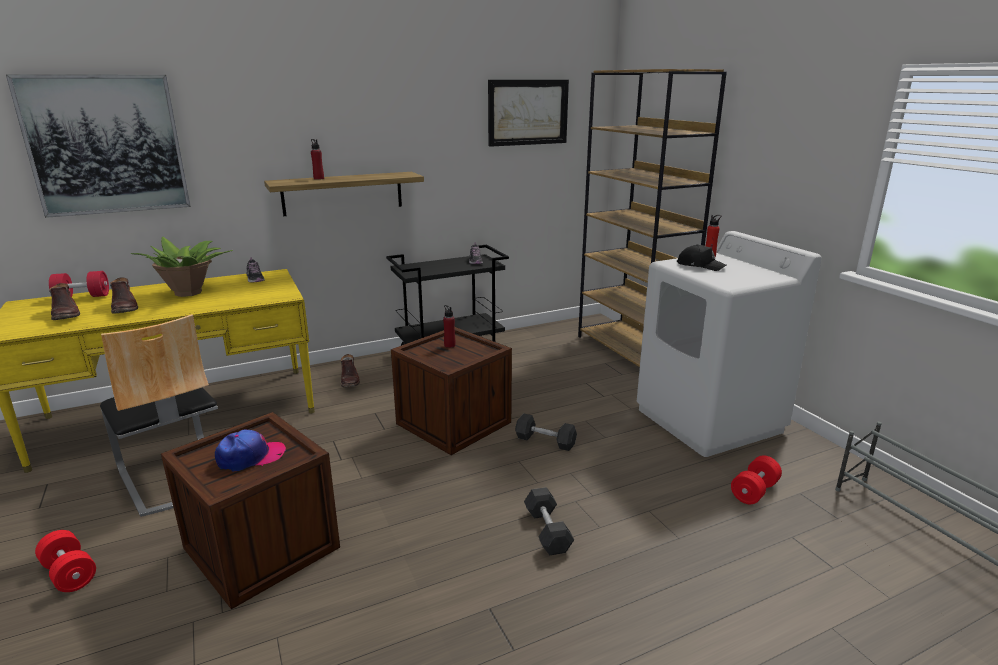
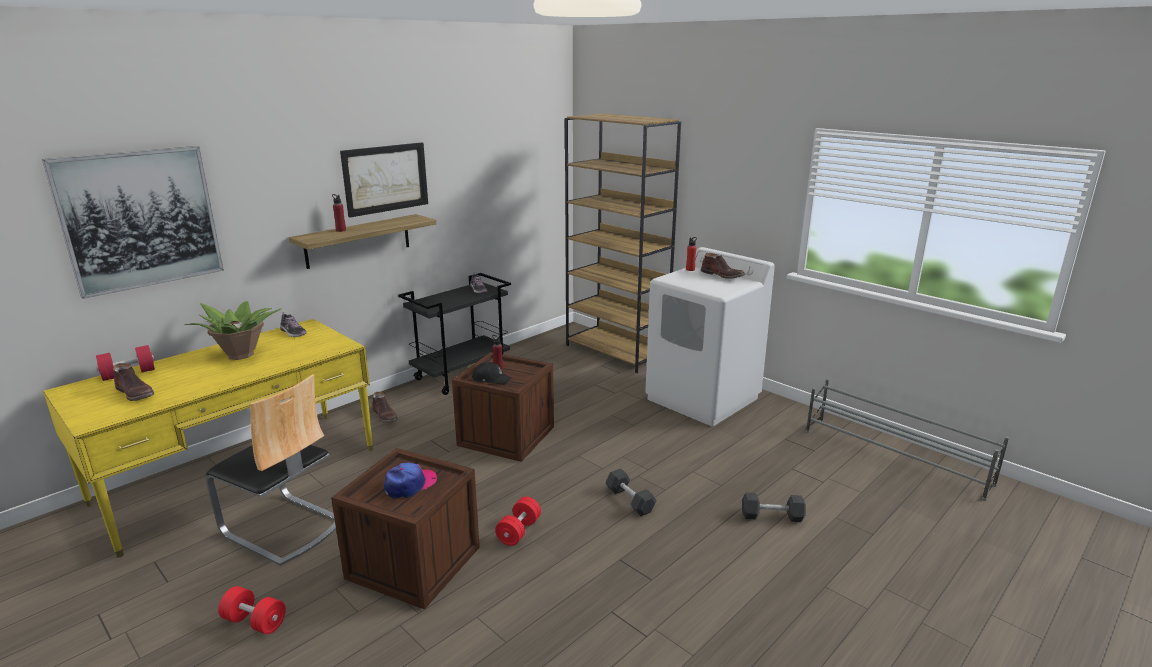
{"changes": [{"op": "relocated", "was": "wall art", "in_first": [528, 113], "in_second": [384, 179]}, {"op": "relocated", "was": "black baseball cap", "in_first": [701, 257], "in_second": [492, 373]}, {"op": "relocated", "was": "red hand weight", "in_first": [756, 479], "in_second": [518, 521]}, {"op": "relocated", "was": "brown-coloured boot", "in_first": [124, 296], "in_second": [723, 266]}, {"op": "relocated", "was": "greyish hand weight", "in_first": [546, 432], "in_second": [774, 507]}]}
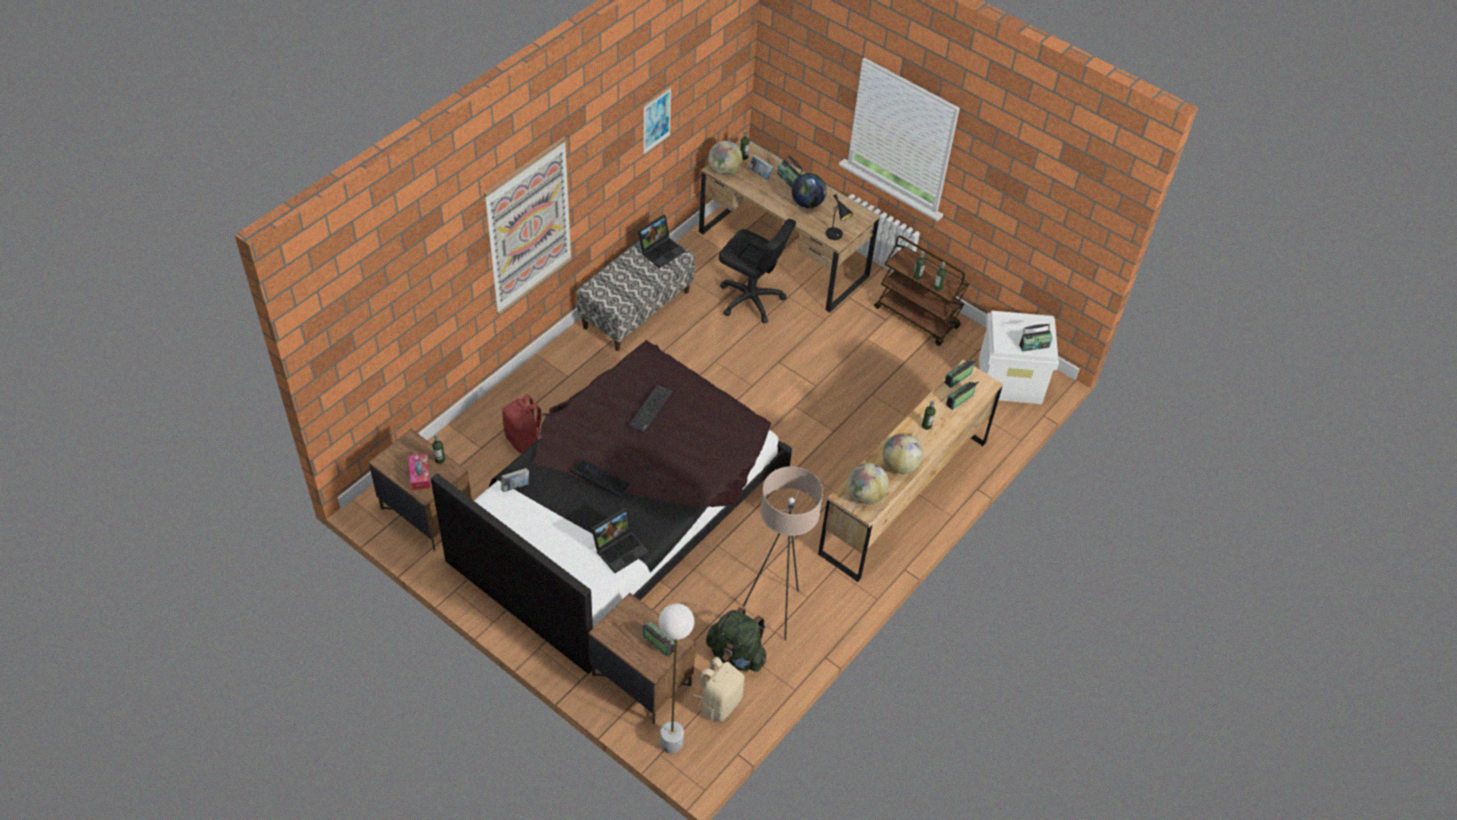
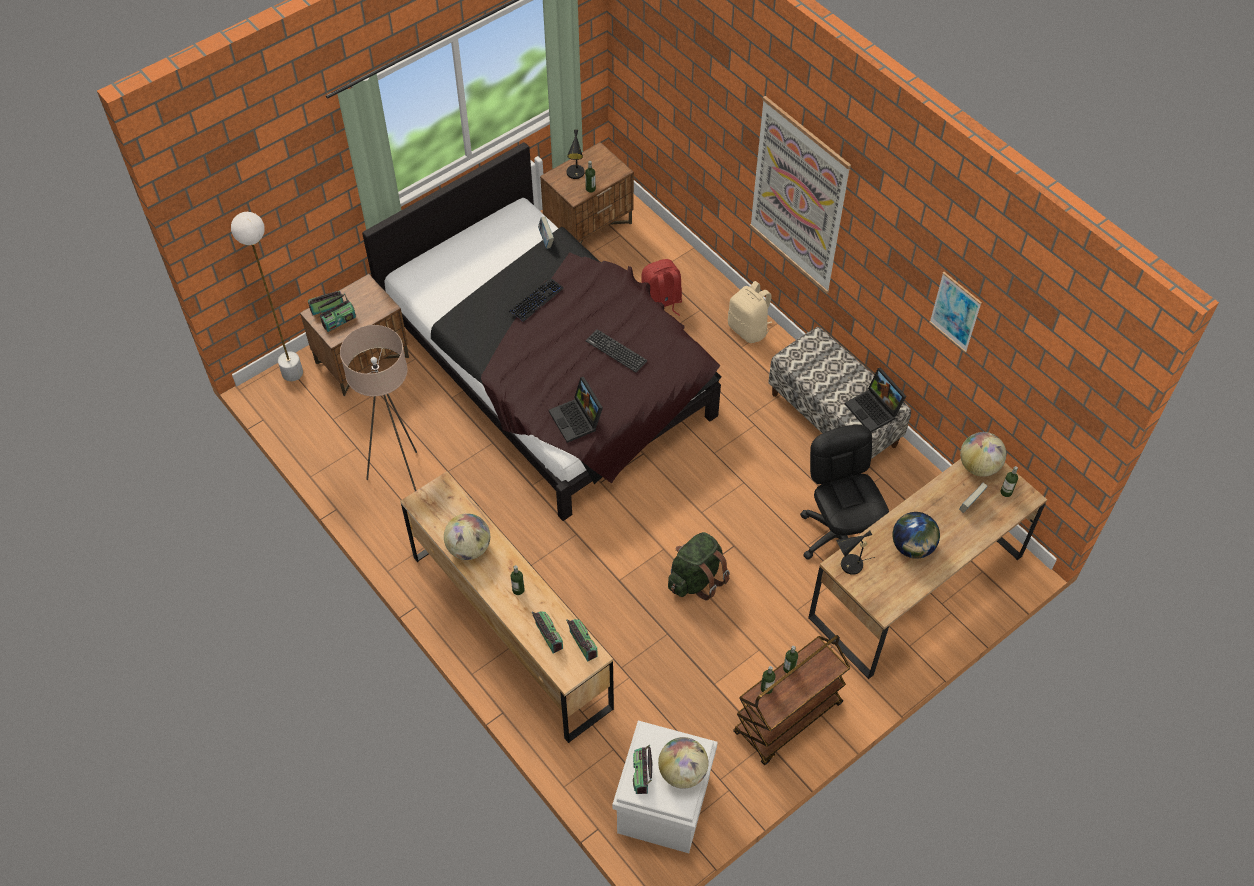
{"changes": [{"op": "relocated", "was": "radio set", "in_first": [790, 171], "in_second": [325, 303]}, {"op": "relocated", "was": "laptop", "in_first": [620, 540], "in_second": [576, 410]}, {"op": "exchanged", "was": "tissue box", "now": "black lamp for a table", "in_first": [419, 471], "in_second": [575, 154]}, {"op": "relocated", "was": "world globe", "in_first": [868, 483], "in_second": [683, 763]}, {"op": "relocated", "was": "green backpack", "in_first": [736, 639], "in_second": [699, 566]}, {"op": "relocated", "was": "beige backpack", "in_first": [718, 689], "in_second": [750, 312]}, {"op": "spun", "was": "black office chair", "in_first": [757, 271], "in_second": [844, 492], "clockwise": 120}]}
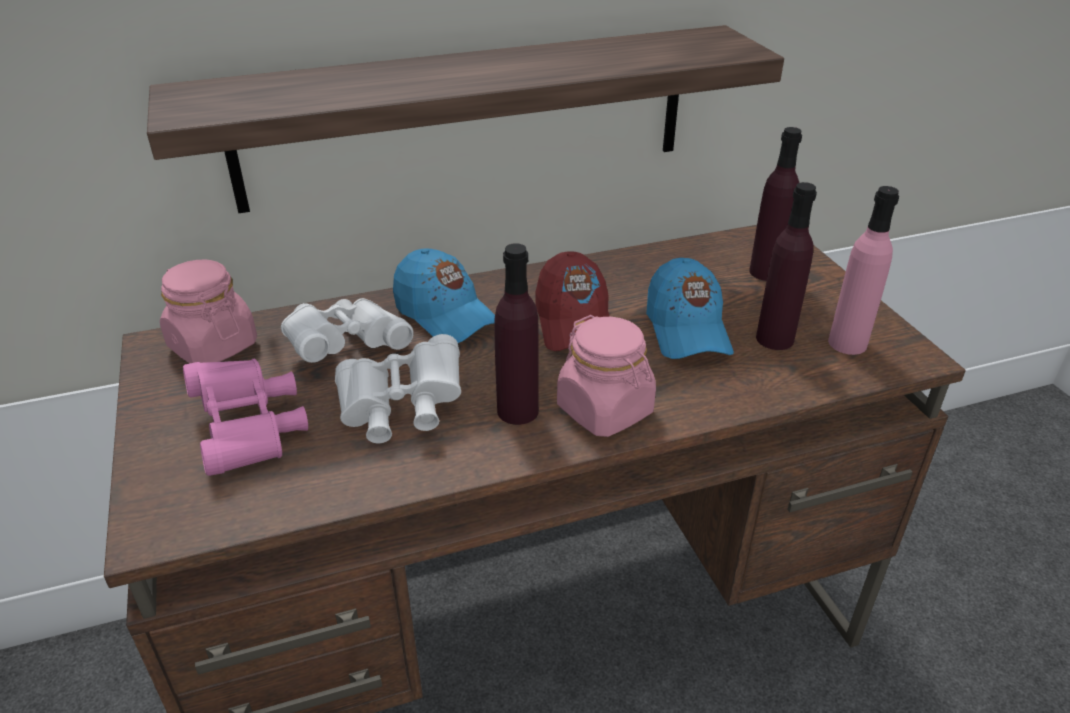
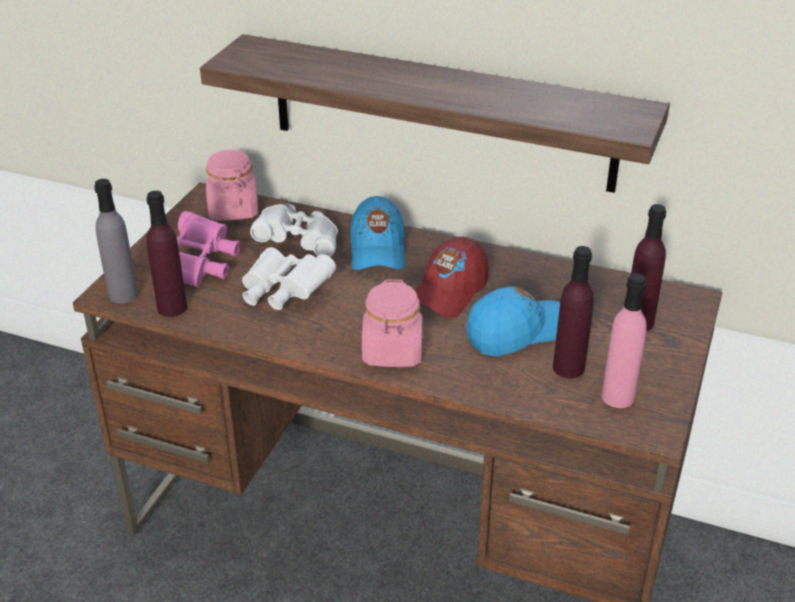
{"changes": [{"op": "appeared", "now": "greyish drink bottle", "in_second": [116, 241]}, {"op": "relocated", "was": "purplish drink bottle", "in_first": [516, 334], "in_second": [167, 254]}, {"op": "spun", "was": "blue baseball cap", "in_first": [690, 308], "in_second": [513, 321], "clockwise": -150}]}
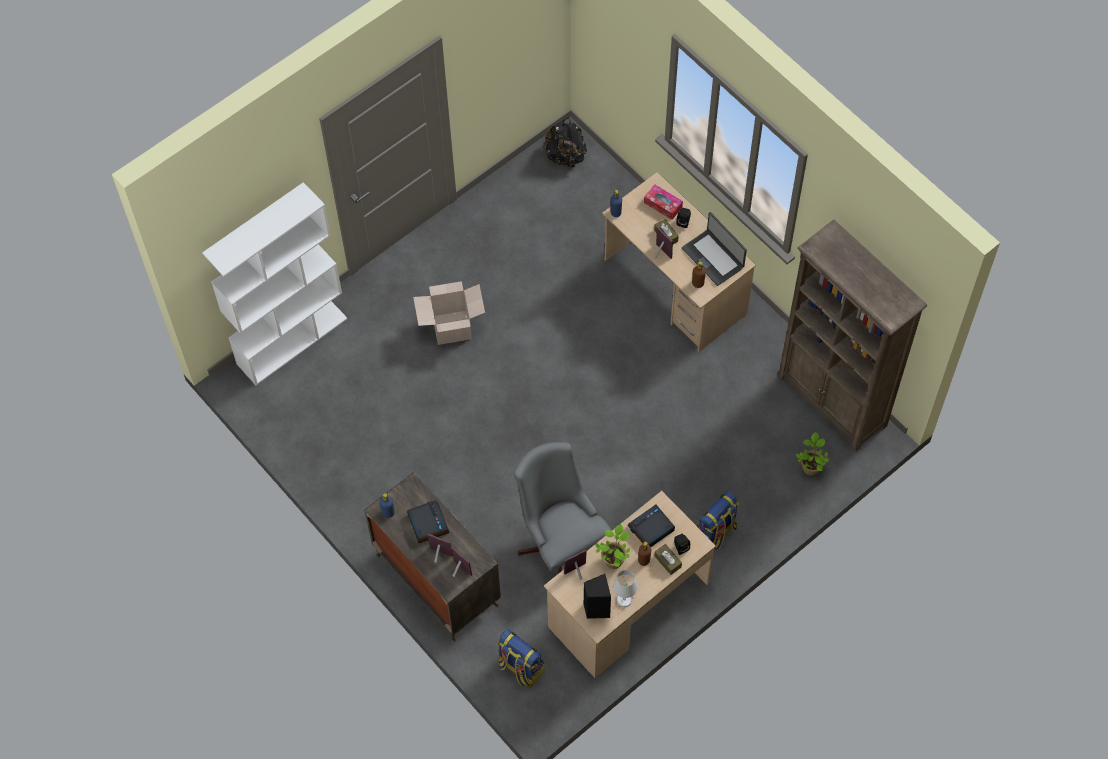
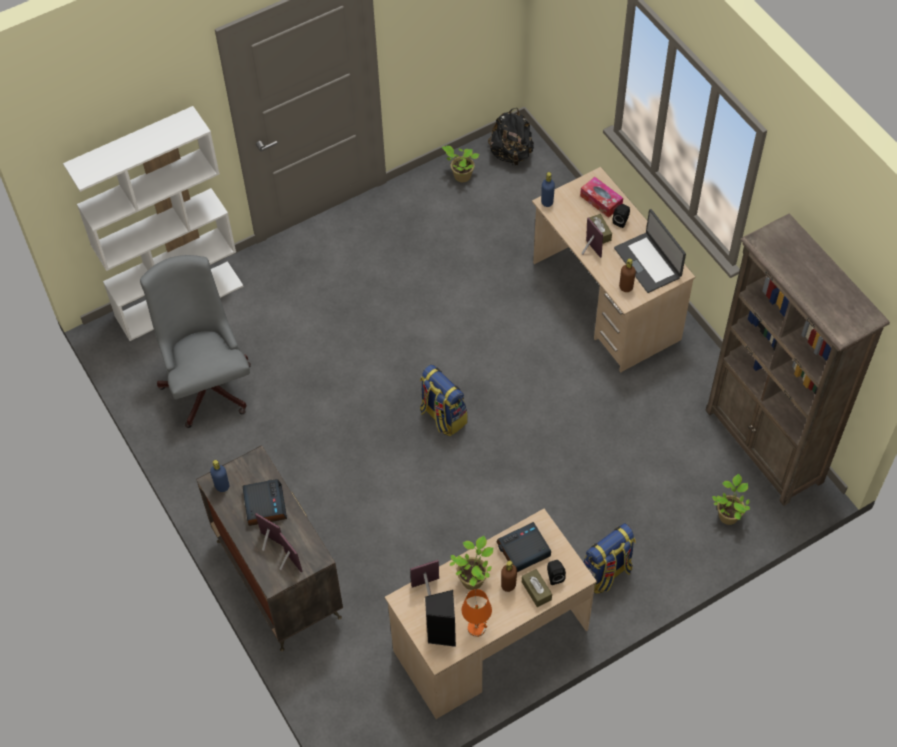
{"changes": [{"op": "relocated", "was": "greyish office chair", "in_first": [563, 508], "in_second": [195, 341]}, {"op": "relocated", "was": "backpack", "in_first": [521, 658], "in_second": [443, 400]}, {"op": "appeared", "now": "plant in a pot", "in_second": [460, 164]}, {"op": "colour", "was": "white lamp for a table", "now": "orange-coloured lamp for a table", "in_first": [625, 588], "in_second": [477, 613]}, {"op": "missing", "was": "carton", "in_first": [449, 313]}]}
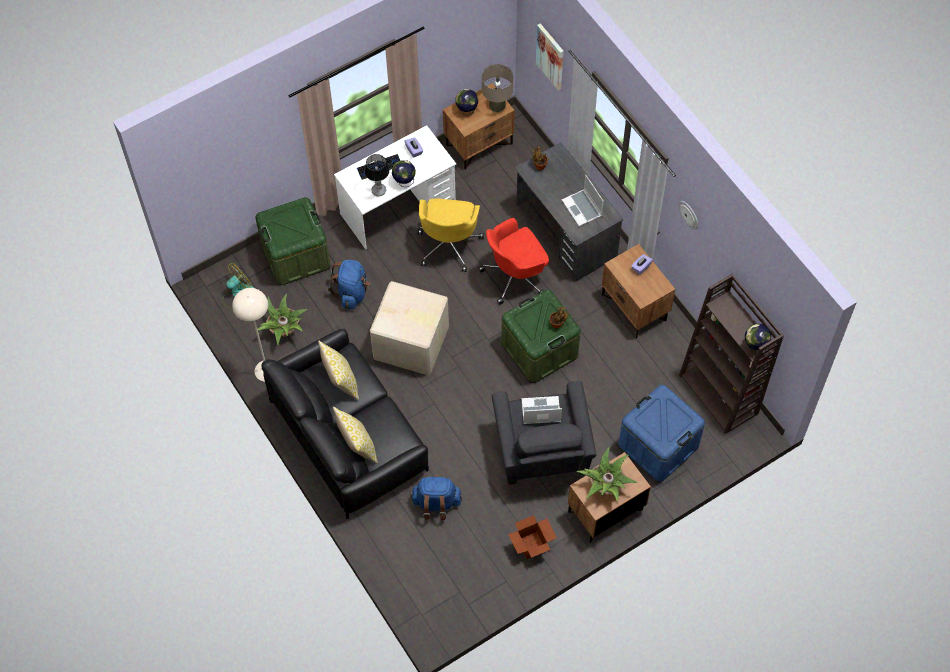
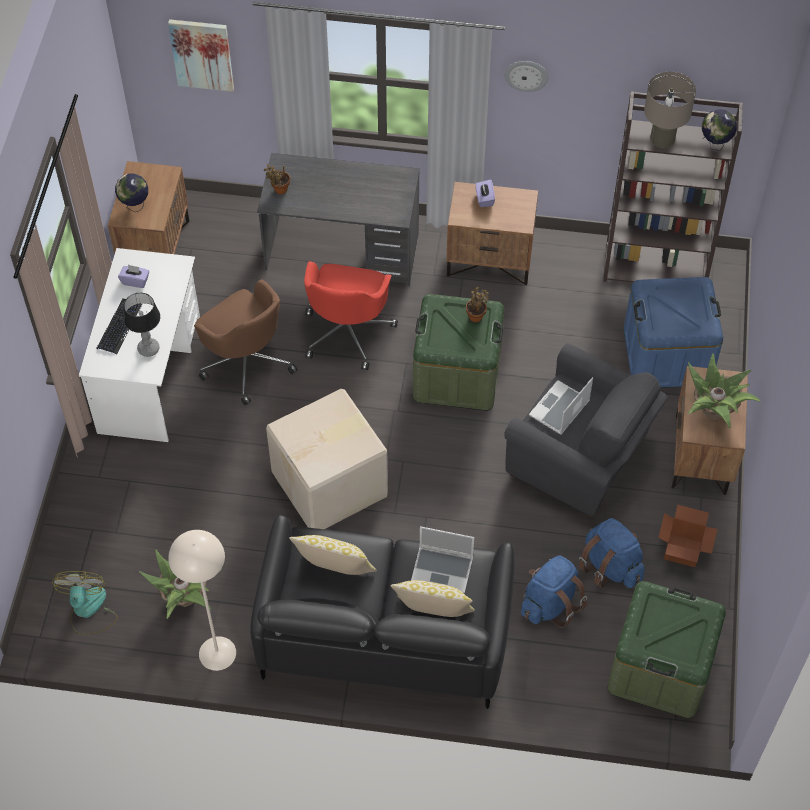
{"changes": [{"op": "colour", "was": "yellowish office chair", "now": "brown-coloured office chair", "in_first": [450, 235], "in_second": [246, 342]}, {"op": "relocated", "was": "laptop", "in_first": [583, 200], "in_second": [442, 559]}, {"op": "relocated", "was": "blue backpack", "in_first": [349, 284], "in_second": [612, 553]}, {"op": "relocated", "was": "green storage bin", "in_first": [293, 241], "in_second": [667, 649]}, {"op": "relocated", "was": "beige lamp for a table", "in_first": [497, 88], "in_second": [670, 110]}, {"op": "missing", "was": "world globe", "in_first": [404, 173]}]}
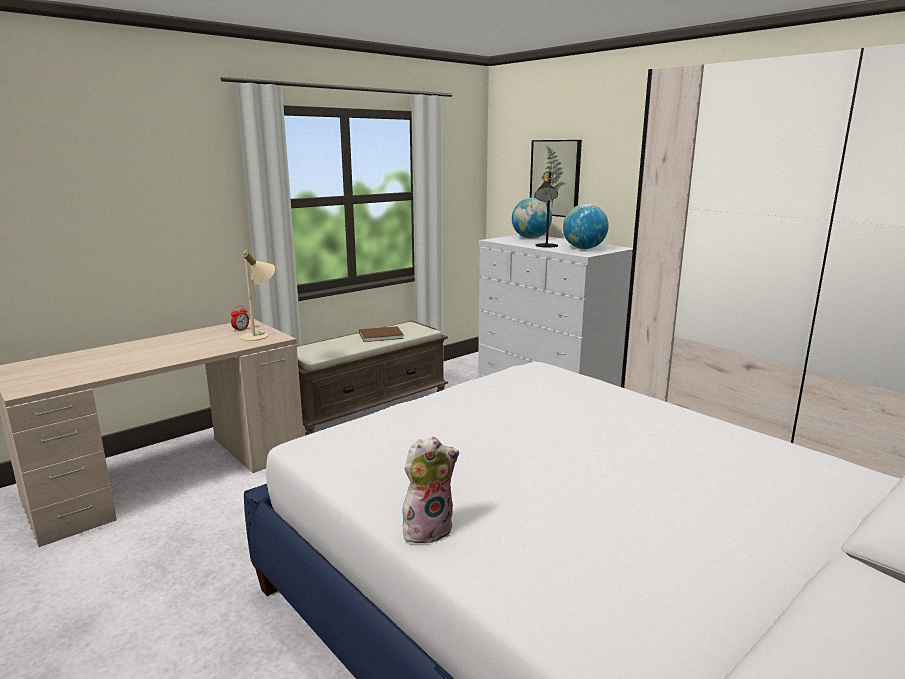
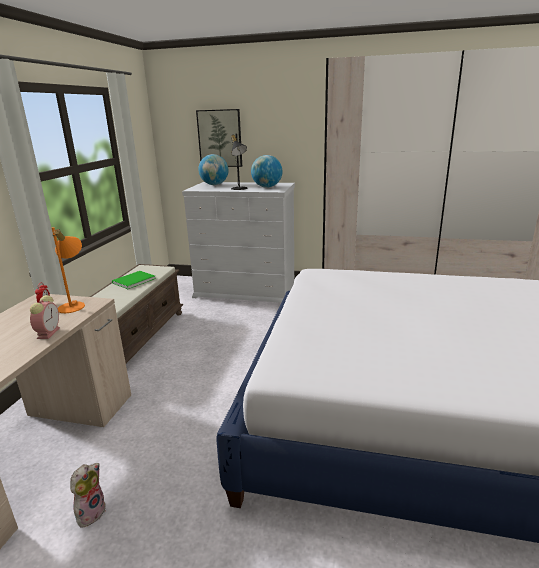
{"changes": [{"op": "appeared", "now": "bedside clock", "in_second": [45, 317]}, {"op": "colour", "was": "beige lamp for a table", "now": "orange-coloured lamp for a table", "in_first": [257, 295], "in_second": [68, 270]}, {"op": "relocated", "was": "cuddly toy", "in_first": [430, 490], "in_second": [88, 495]}, {"op": "colour", "was": "brown-coloured volume", "now": "green volume", "in_first": [381, 334], "in_second": [134, 280]}]}
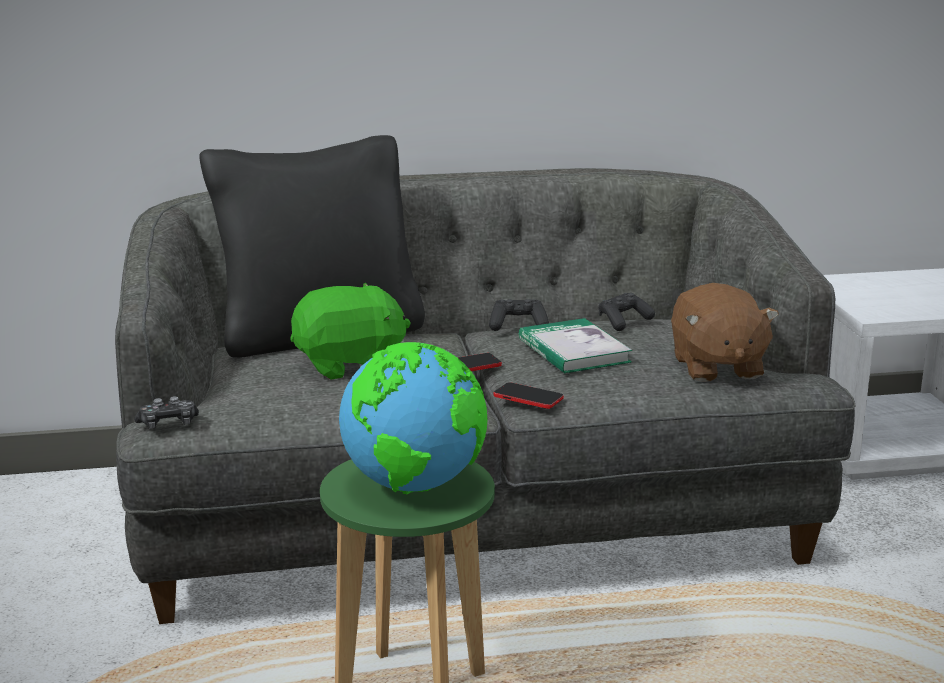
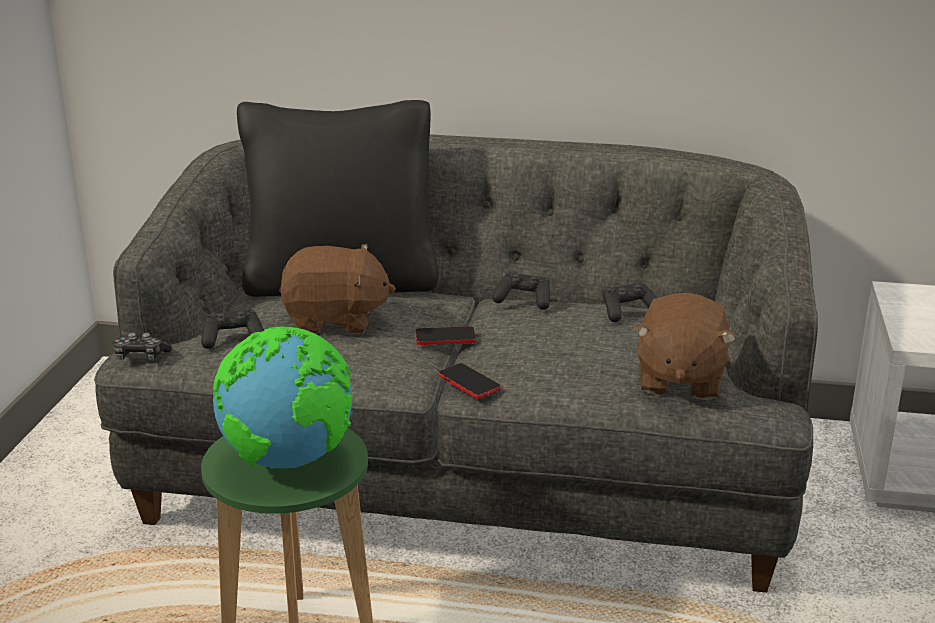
{"changes": [{"op": "appeared", "now": "black gamepad", "in_second": [232, 329]}, {"op": "colour", "was": "green cuddly toy", "now": "brown-coloured cuddly toy", "in_first": [350, 331], "in_second": [337, 289]}, {"op": "missing", "was": "volume", "in_first": [575, 345]}]}
